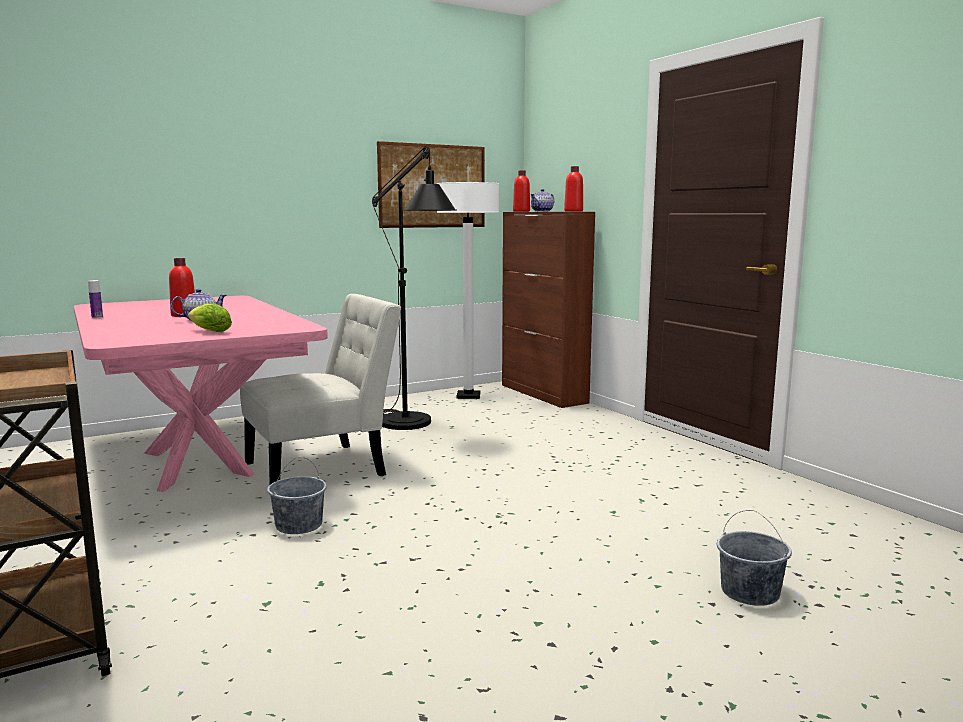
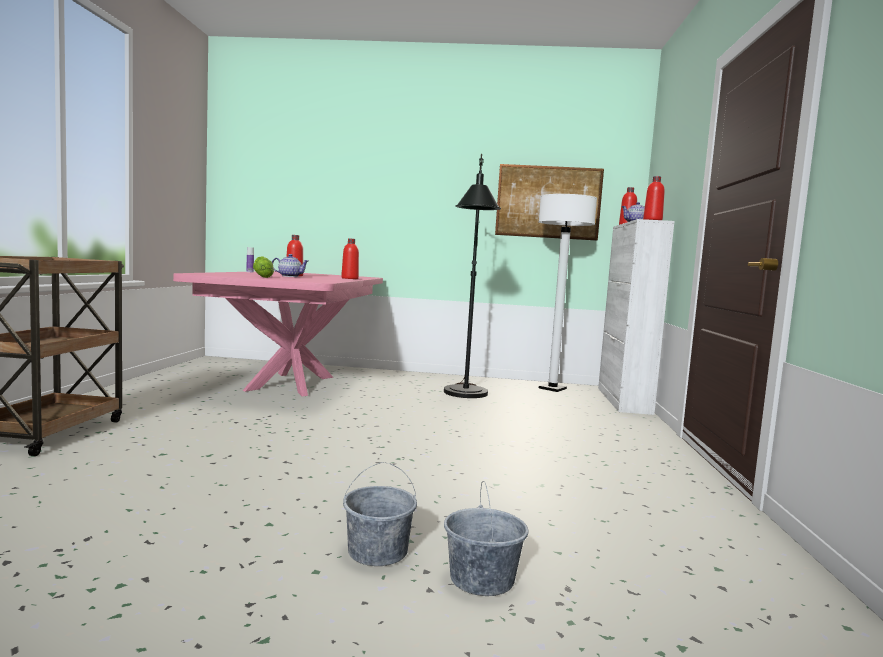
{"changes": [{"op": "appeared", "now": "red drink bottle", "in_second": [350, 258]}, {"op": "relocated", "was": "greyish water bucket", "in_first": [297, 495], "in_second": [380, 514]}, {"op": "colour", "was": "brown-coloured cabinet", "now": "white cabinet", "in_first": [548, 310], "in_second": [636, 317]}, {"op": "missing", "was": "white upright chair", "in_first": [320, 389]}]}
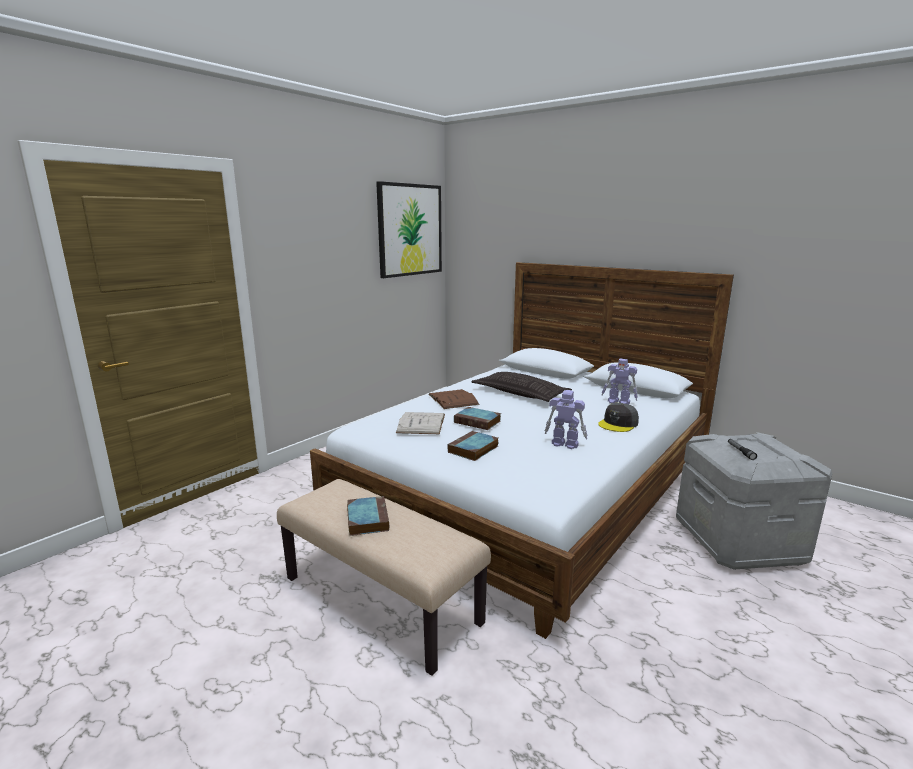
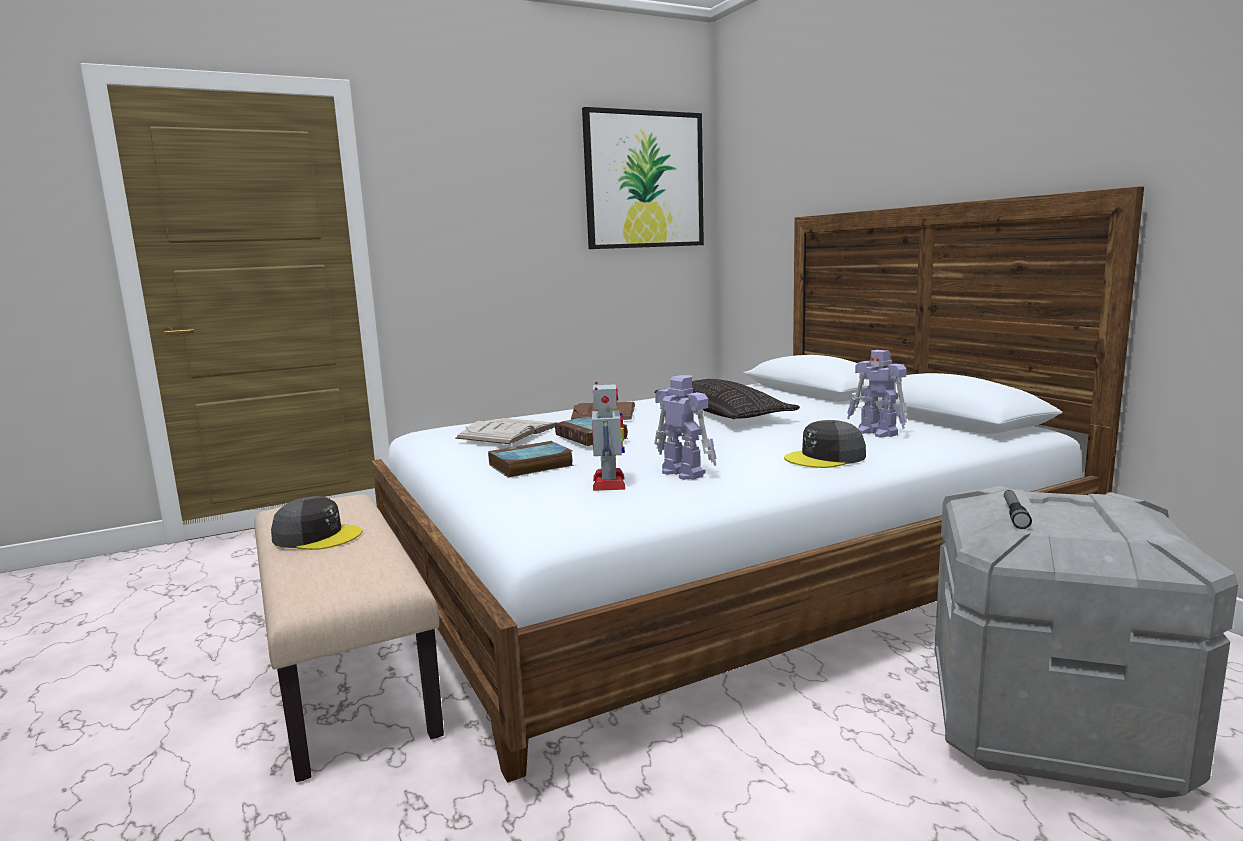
{"changes": [{"op": "exchanged", "was": "volume", "now": "greyish baseball cap", "in_first": [368, 516], "in_second": [316, 523]}, {"op": "appeared", "now": "toy robot", "in_second": [608, 436]}]}
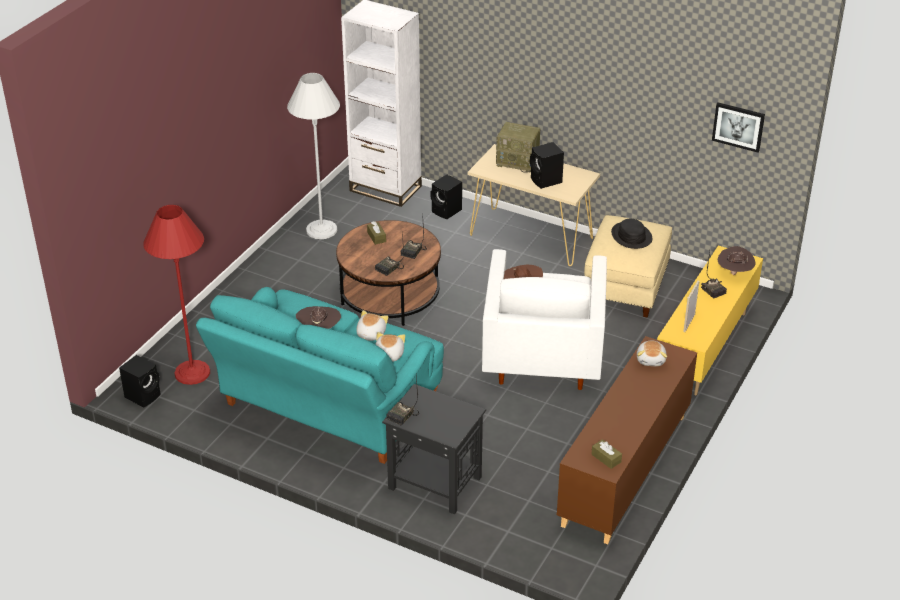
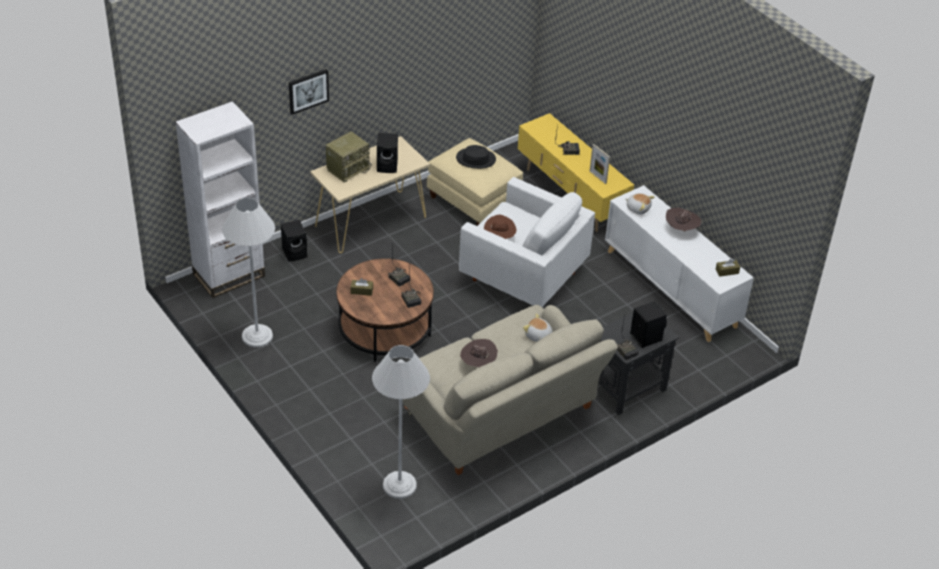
{"changes": [{"op": "relocated", "was": "wall art", "in_first": [738, 127], "in_second": [309, 92]}, {"op": "colour", "was": "red standard lamp", "now": "white standard lamp", "in_first": [176, 295], "in_second": [401, 422]}, {"op": "colour", "was": "turquoise-coloured couch", "now": "beige couch", "in_first": [320, 375], "in_second": [510, 390]}, {"op": "colour", "was": "brown-coloured cabinet", "now": "white cabinet", "in_first": [627, 440], "in_second": [679, 263]}, {"op": "relocated", "was": "black loudspeaker", "in_first": [140, 381], "in_second": [648, 324]}, {"op": "relocated", "was": "brown-coloured wearable hat", "in_first": [736, 260], "in_second": [683, 220]}, {"op": "missing", "was": "cuddly toy", "in_first": [372, 325]}]}
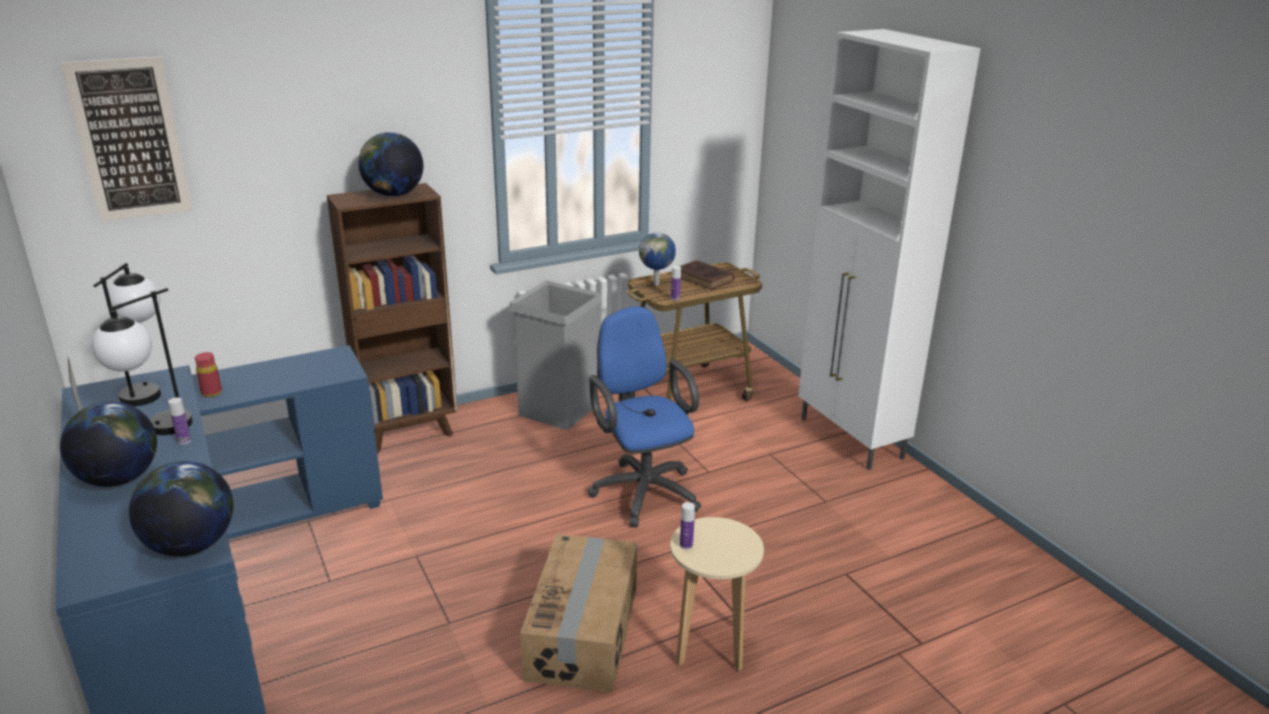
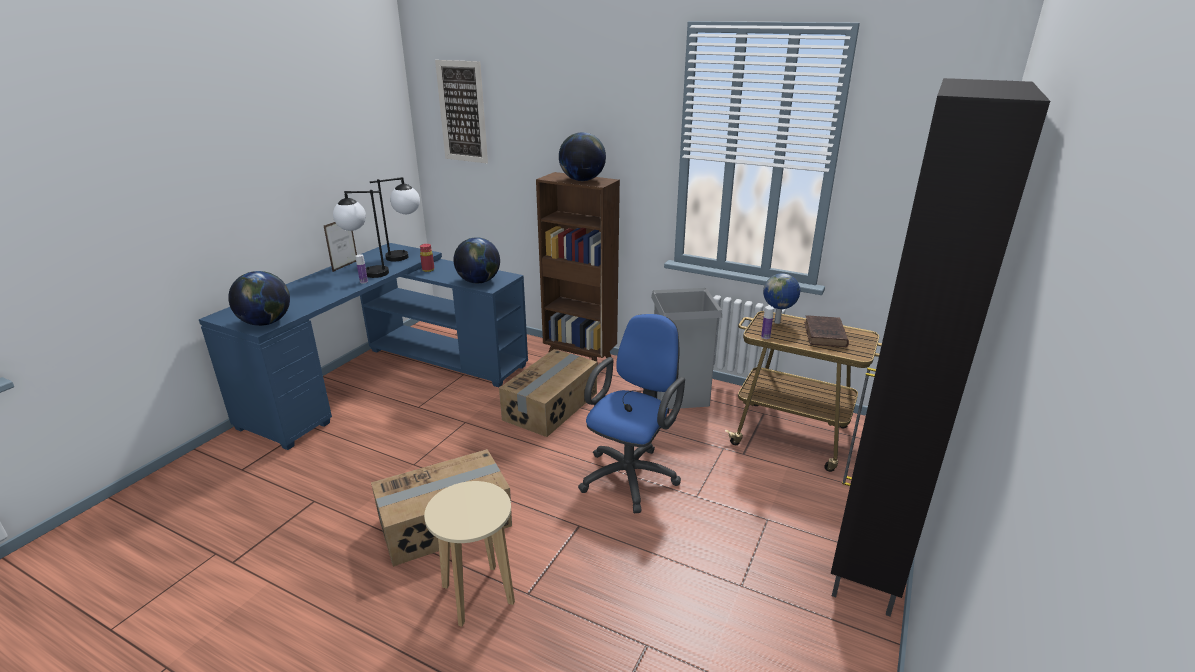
{"changes": [{"op": "relocated", "was": "world globe", "in_first": [108, 444], "in_second": [477, 260]}, {"op": "appeared", "now": "carton", "in_second": [548, 393]}, {"op": "colour", "was": "white cabinet", "now": "black cabinet", "in_first": [889, 249], "in_second": [940, 347]}, {"op": "missing", "was": "drink bottle", "in_first": [687, 525]}]}
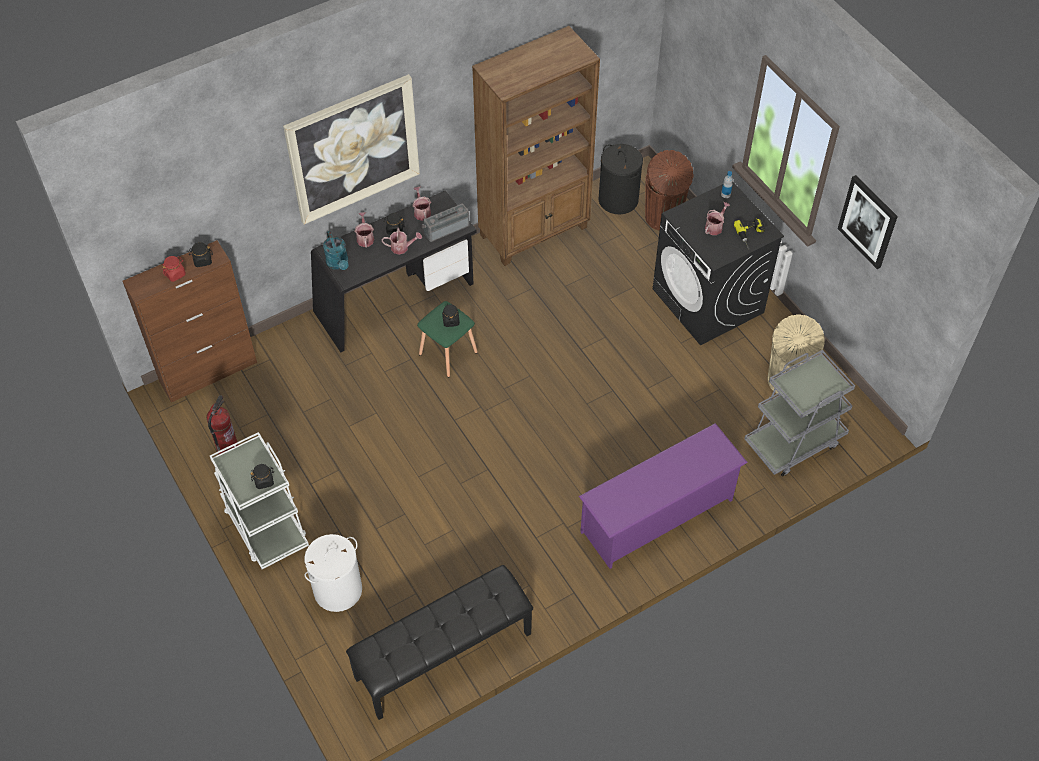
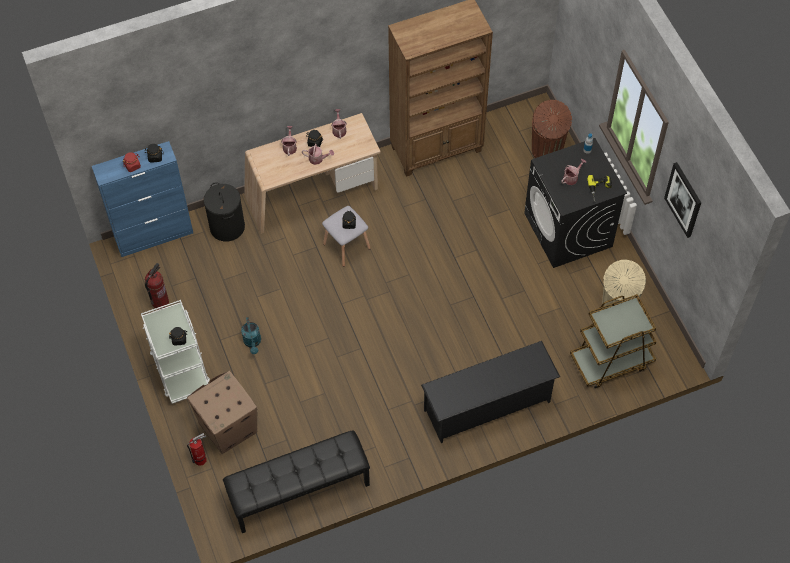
{"changes": [{"op": "colour", "was": "brown-coloured cabinet", "now": "blue cabinet", "in_first": [190, 321], "in_second": [142, 199]}, {"op": "exchanged", "was": "white hamper", "now": "carton", "in_first": [333, 573], "in_second": [222, 412]}, {"op": "appeared", "now": "fire extinguisher", "in_second": [197, 449]}, {"op": "relocated", "was": "black hamper", "in_first": [621, 179], "in_second": [224, 211]}, {"op": "relocated", "was": "turquoise-coloured watering pot", "in_first": [335, 250], "in_second": [251, 335]}, {"op": "colour", "was": "black desk", "now": "beige desk", "in_first": [394, 271], "in_second": [312, 173]}, {"op": "colour", "was": "green sitting stool", "now": "greyish sitting stool", "in_first": [447, 339], "in_second": [346, 236]}, {"op": "colour", "was": "purplish shoe stand", "now": "black shoe stand", "in_first": [663, 496], "in_second": [490, 392]}, {"op": "colour", "was": "greyish trolley", "now": "brown-coloured trolley", "in_first": [799, 413], "in_second": [613, 341]}, {"op": "missing", "was": "wall art", "in_first": [351, 149]}, {"op": "missing", "was": "radio set", "in_first": [445, 222]}]}
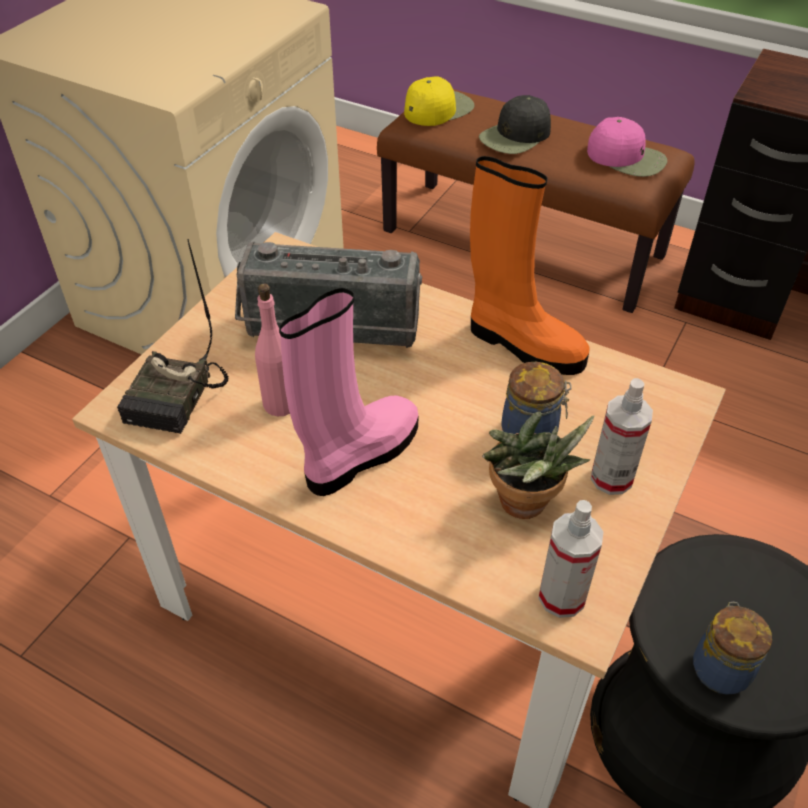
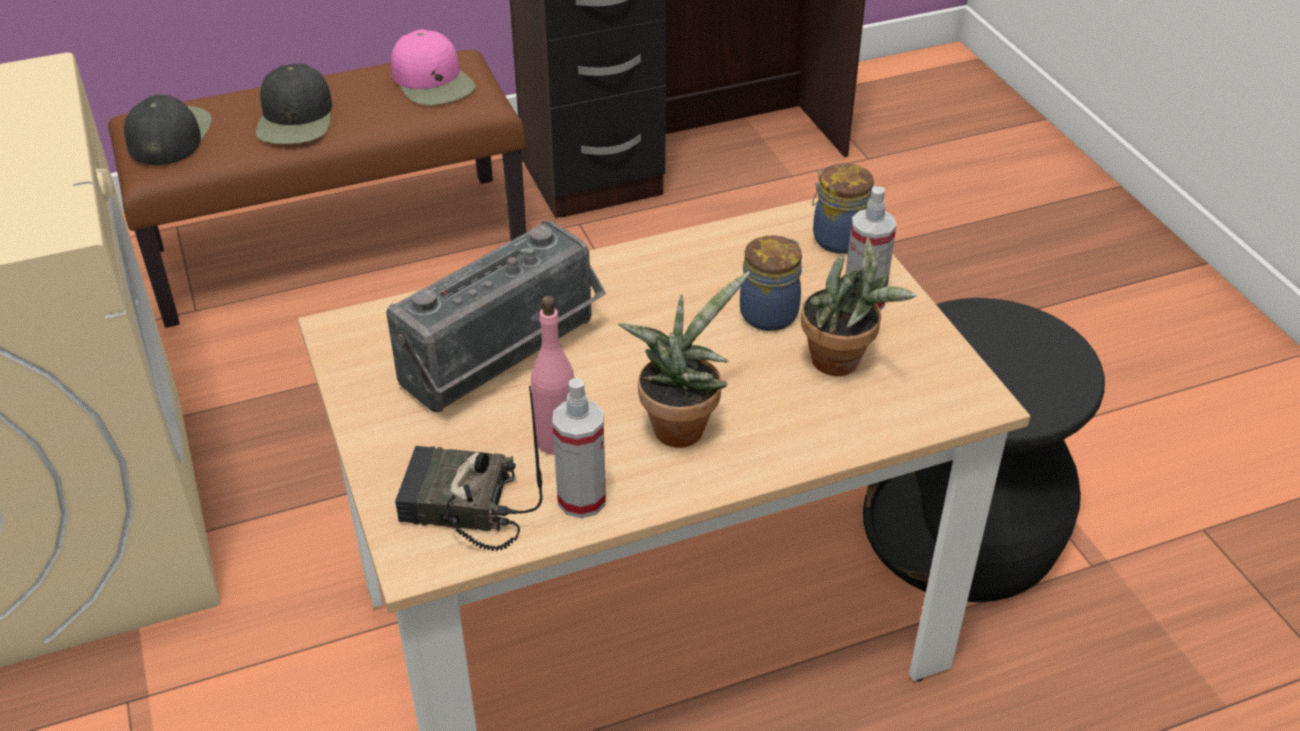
{"changes": [{"op": "colour", "was": "yellowish baseball cap", "now": "black baseball cap", "in_first": [439, 101], "in_second": [168, 130]}, {"op": "spun", "was": "pinkish baseball cap", "in_first": [627, 147], "in_second": [433, 67], "clockwise": 75}, {"op": "spun", "was": "radio set", "in_first": [173, 336], "in_second": [469, 468], "clockwise": 135}, {"op": "relocated", "was": "hand sprayer", "in_first": [570, 559], "in_second": [579, 448]}, {"op": "exchanged", "was": "pinkish boot", "now": "plant in a pot", "in_first": [348, 392], "in_second": [684, 359]}, {"op": "relocated", "was": "preserve jar", "in_first": [732, 648], "in_second": [843, 209]}, {"op": "missing", "was": "orange-coloured boot", "in_first": [530, 265]}]}
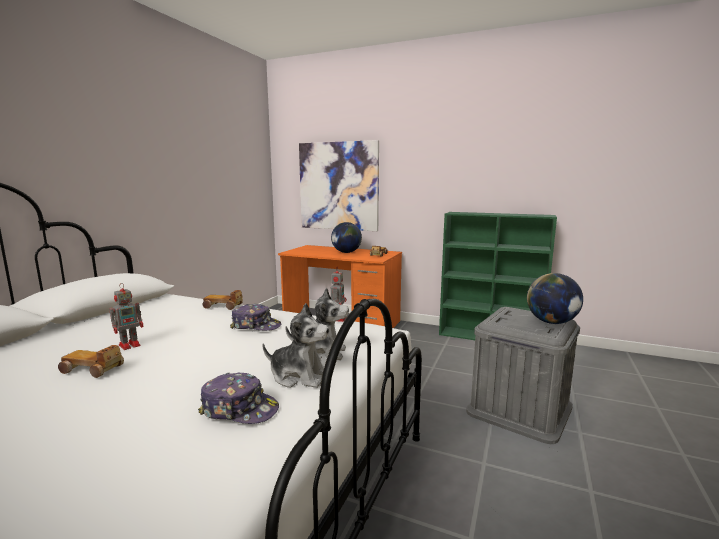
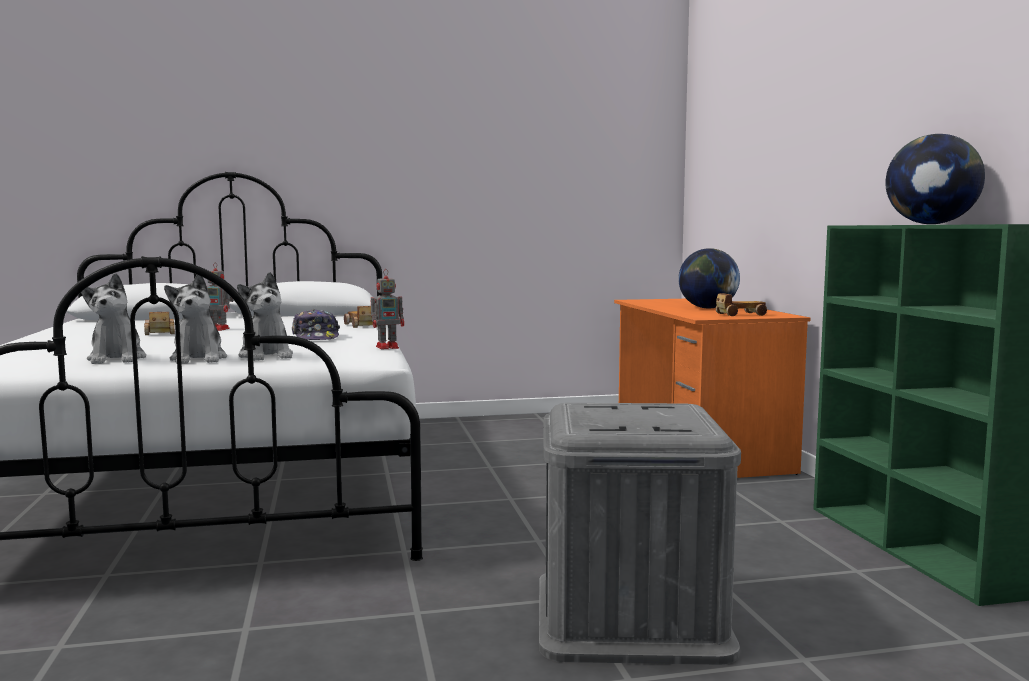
{"changes": [{"op": "exchanged", "was": "baseball cap", "now": "cuddly toy", "in_first": [238, 398], "in_second": [113, 318]}, {"op": "relocated", "was": "world globe", "in_first": [555, 298], "in_second": [935, 179]}, {"op": "missing", "was": "wall art", "in_first": [339, 185]}]}
